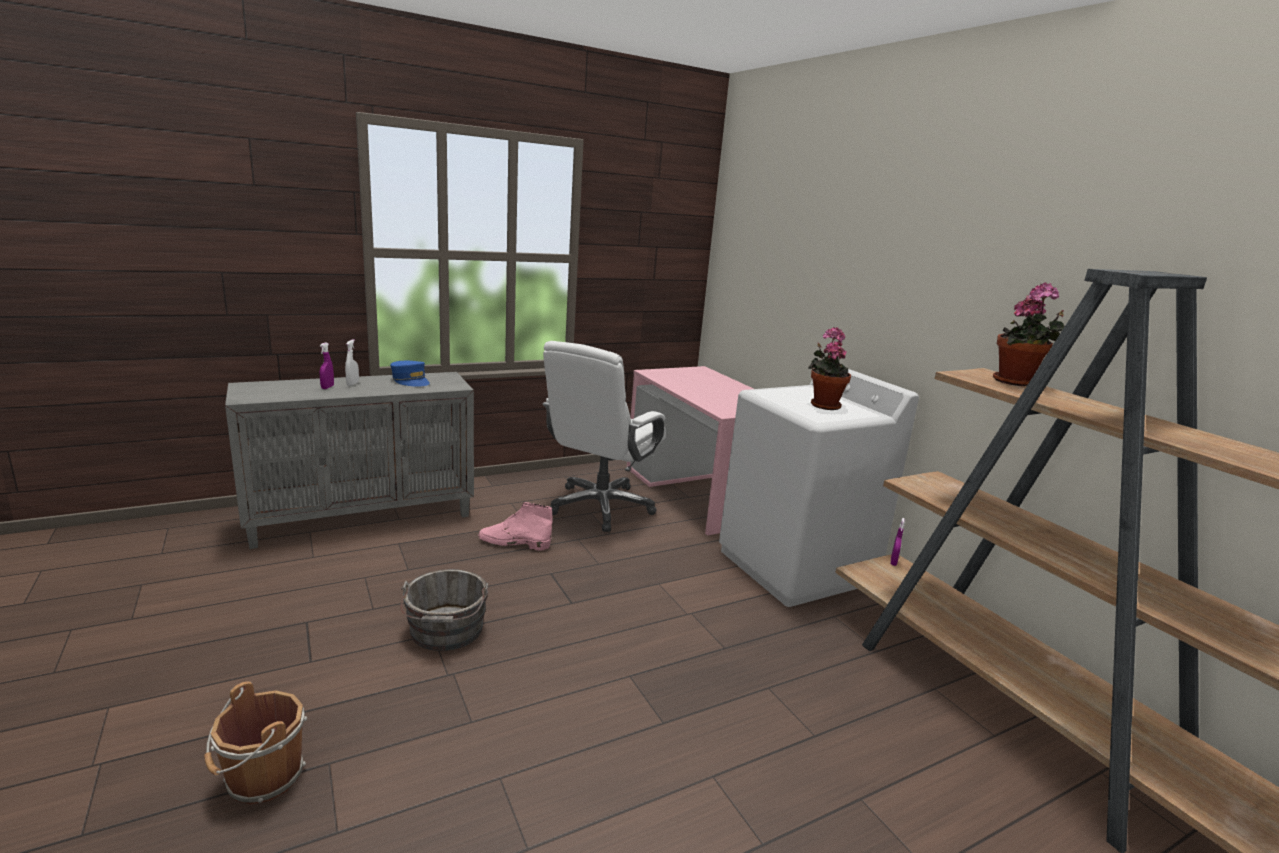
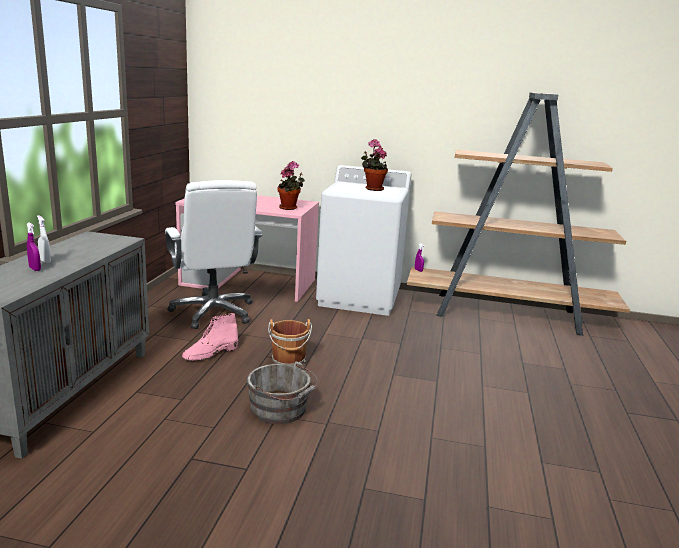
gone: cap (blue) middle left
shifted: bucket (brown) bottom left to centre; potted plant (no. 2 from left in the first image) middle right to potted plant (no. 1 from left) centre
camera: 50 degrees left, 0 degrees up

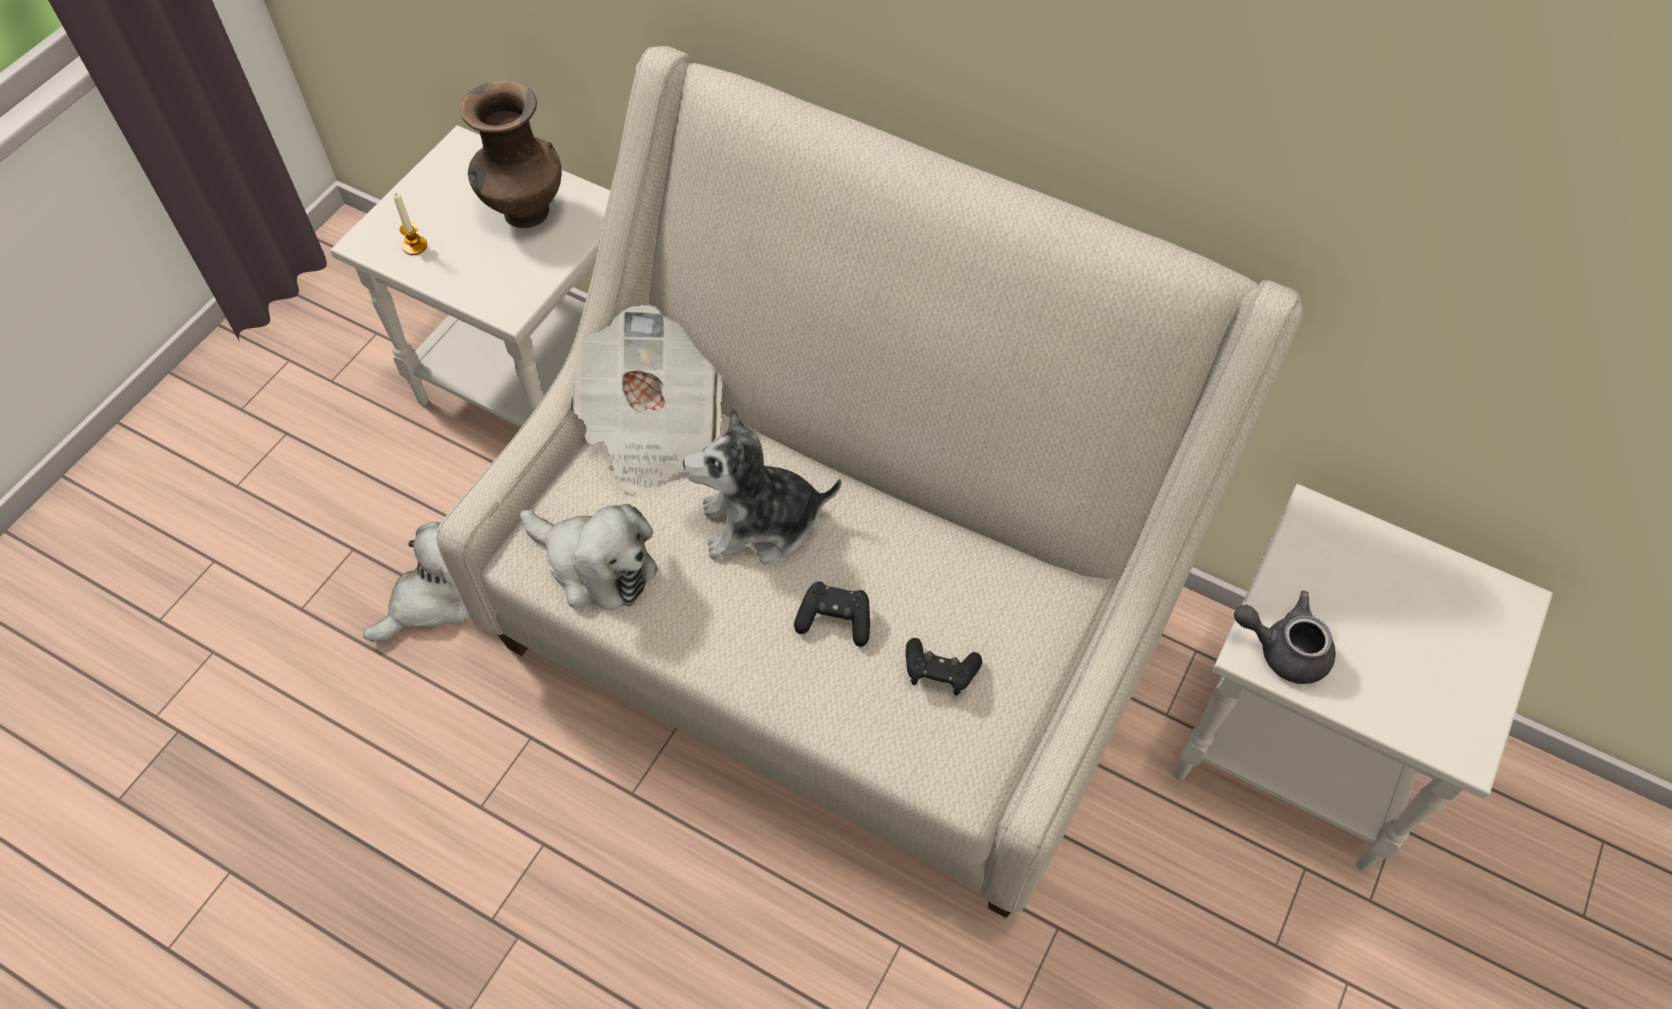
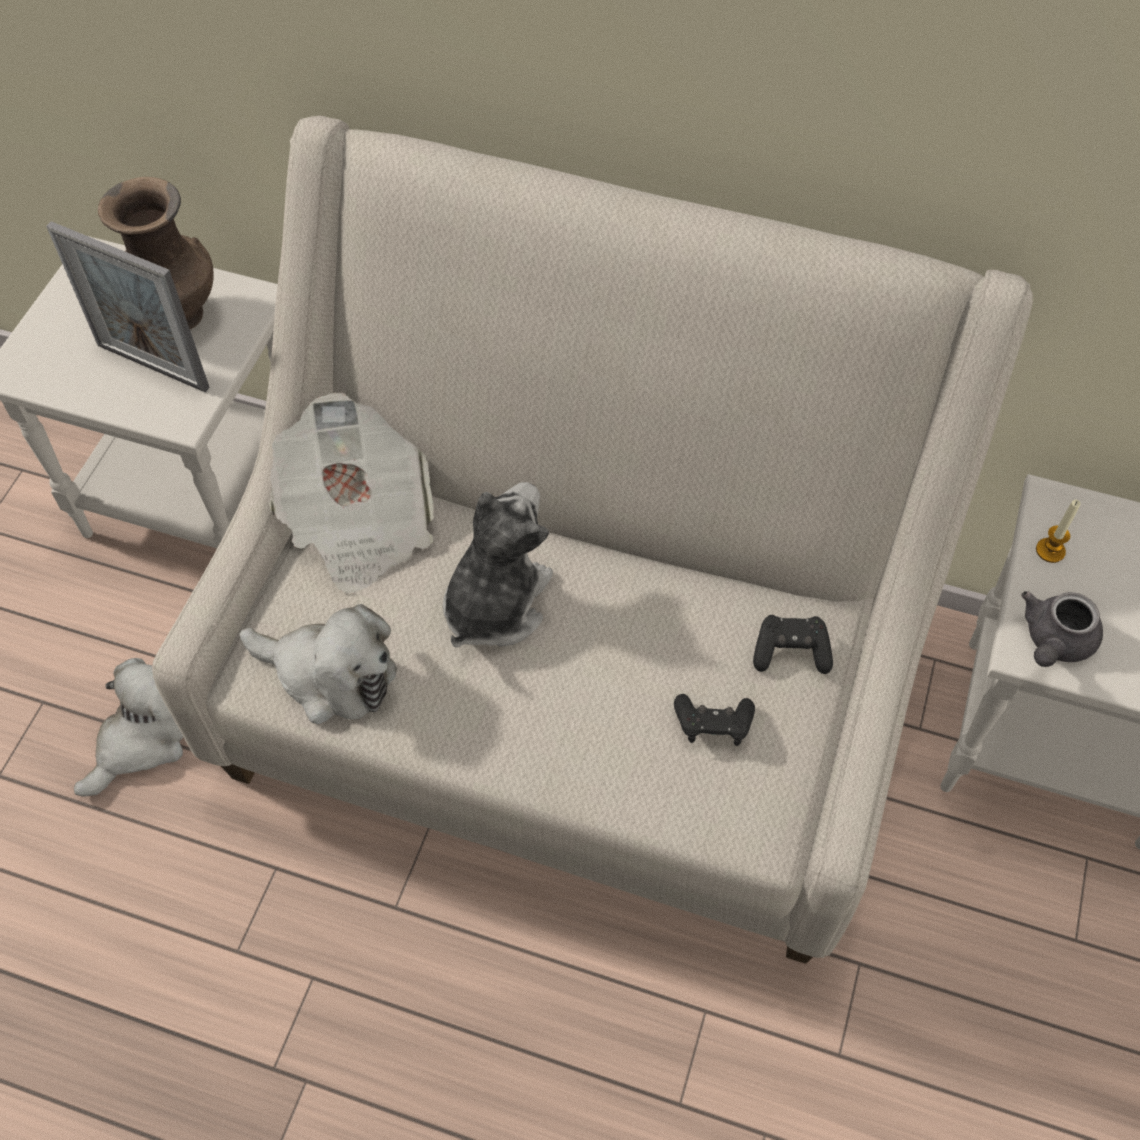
new: picture frame top left
shifted: game controller (black) (no. 1 from left in the first image) centre to game controller (black) (no. 2 from left) middle right; candle top left to middle right
rotated: plush toy (no. 3 from left) centre = centre 135 degrees clockwise; teapot (grey) middle right = middle right 60 degrees counterclockwise
camera: 10 degrees left, 0 degrees up

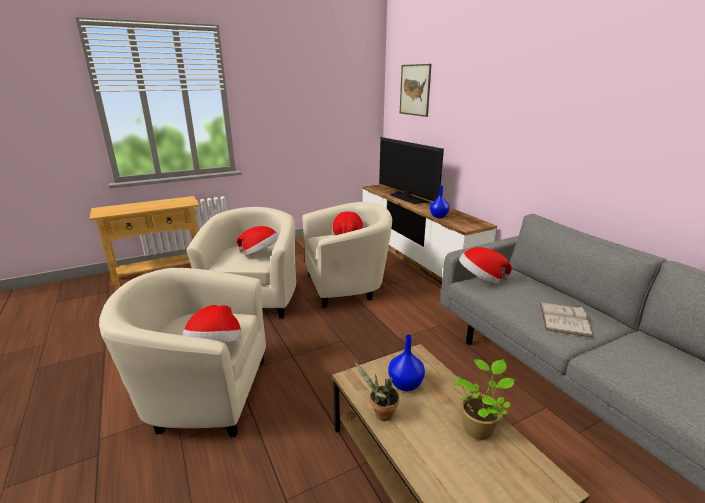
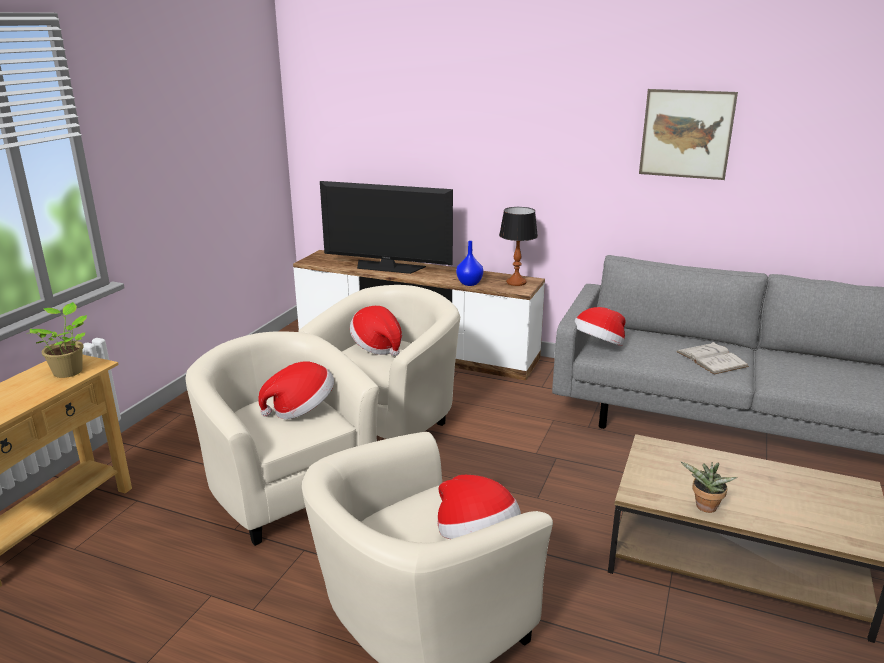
gone: vase (blue) (no. 1 from left) bottom centre
new: table lamp centre
shifted: potted plant (no. 2 from left in the first image) bottom right to potted plant (no. 1 from left) middle left; picture top centre to top right
camera: 40 degrees left, 0 degrees up

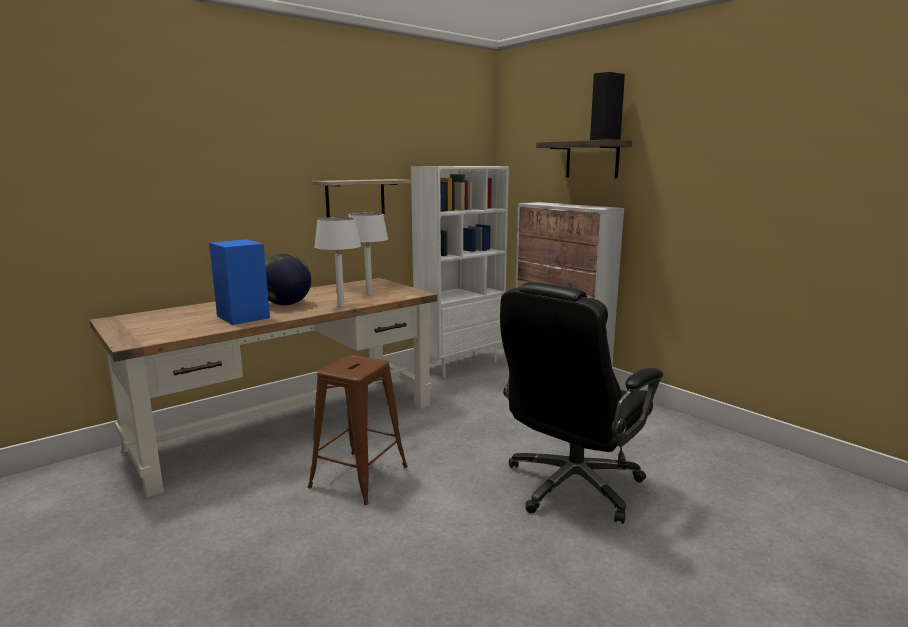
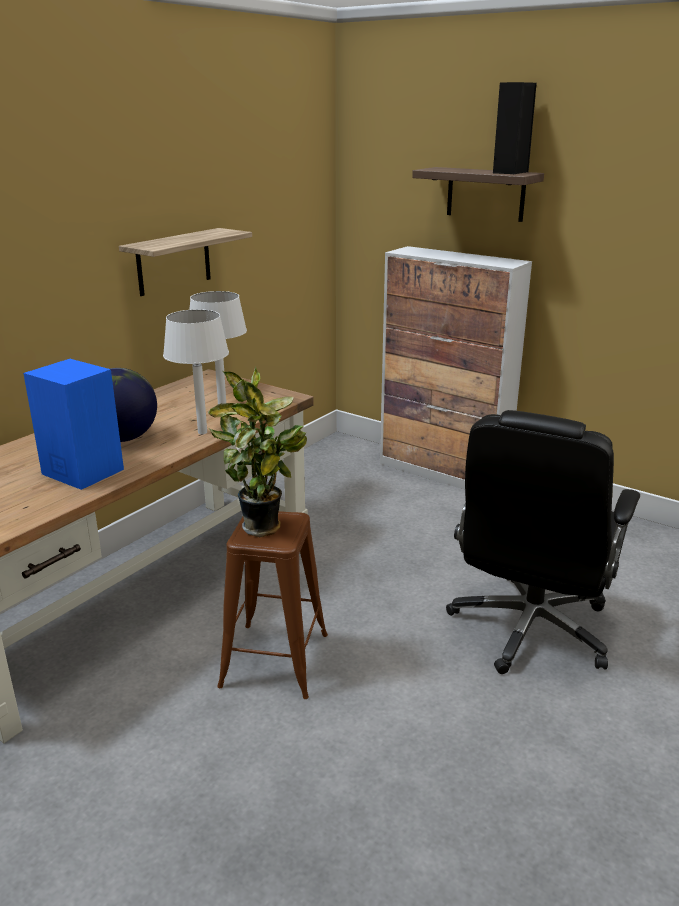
gone: bookcase (white) centre
new: potted plant centre
camera: 15 degrees left, 10 degrees up

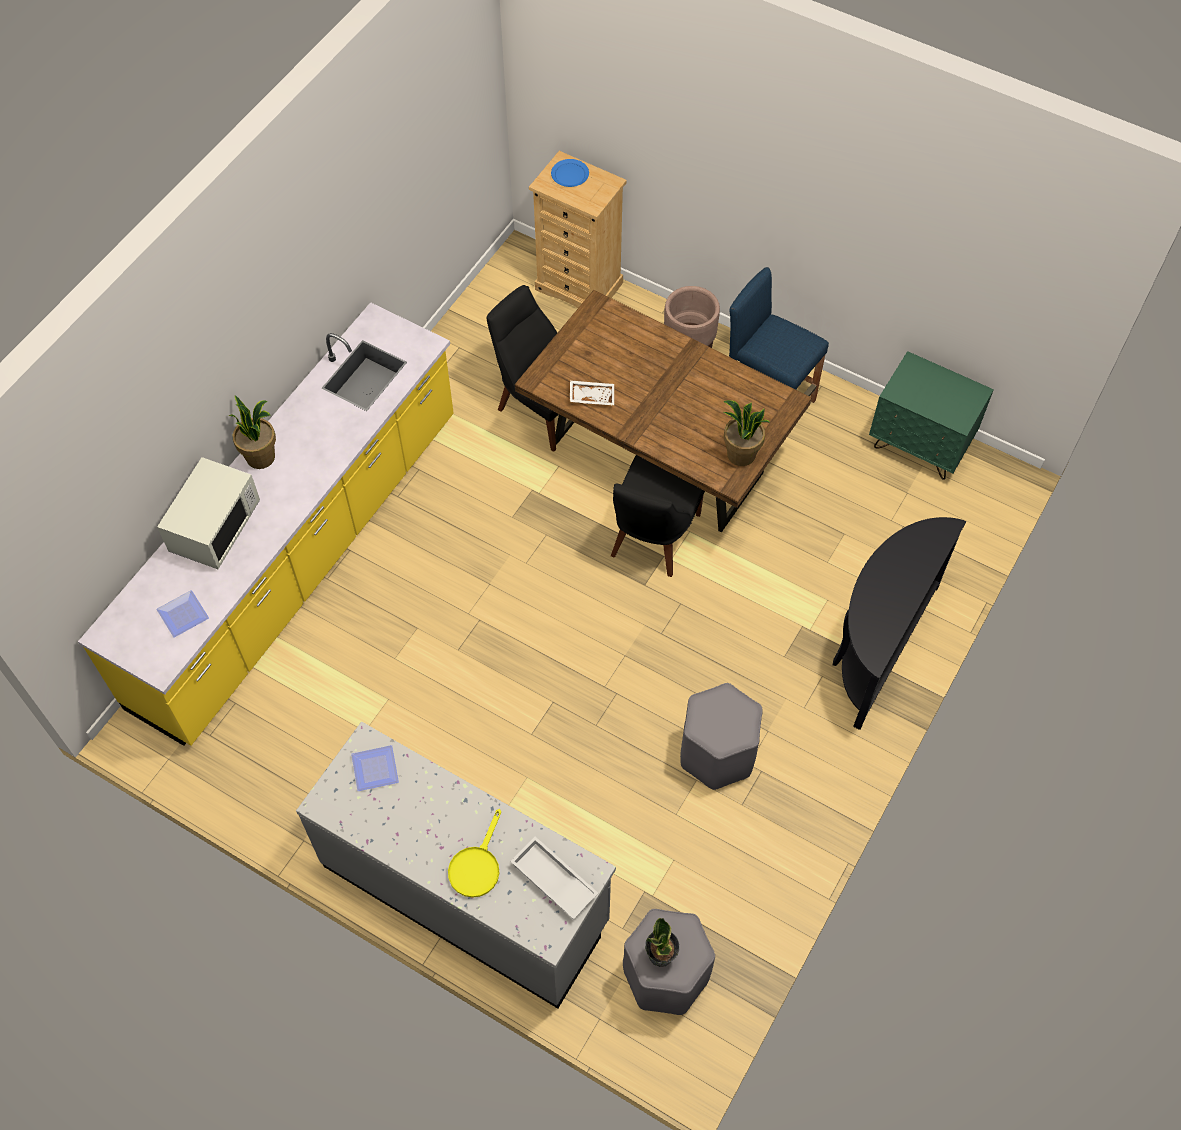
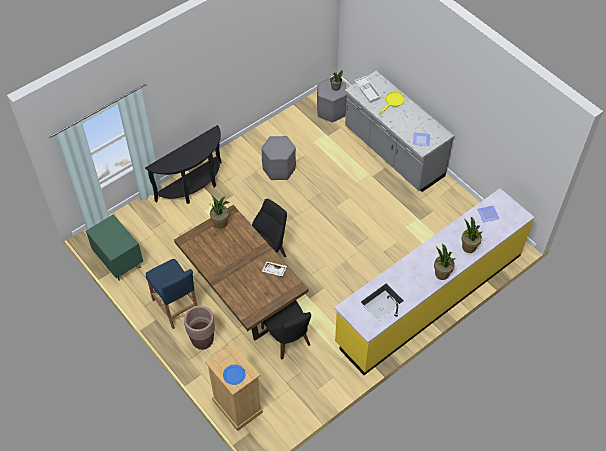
swapped: microwave (white) middle left to potted plant (no. 4 from left) middle right
camera: 160 degrees left, 5 degrees down

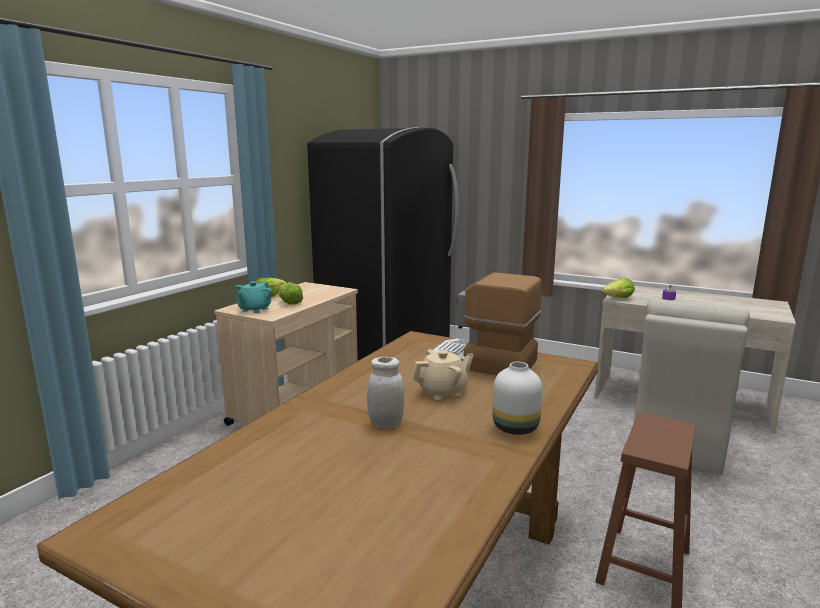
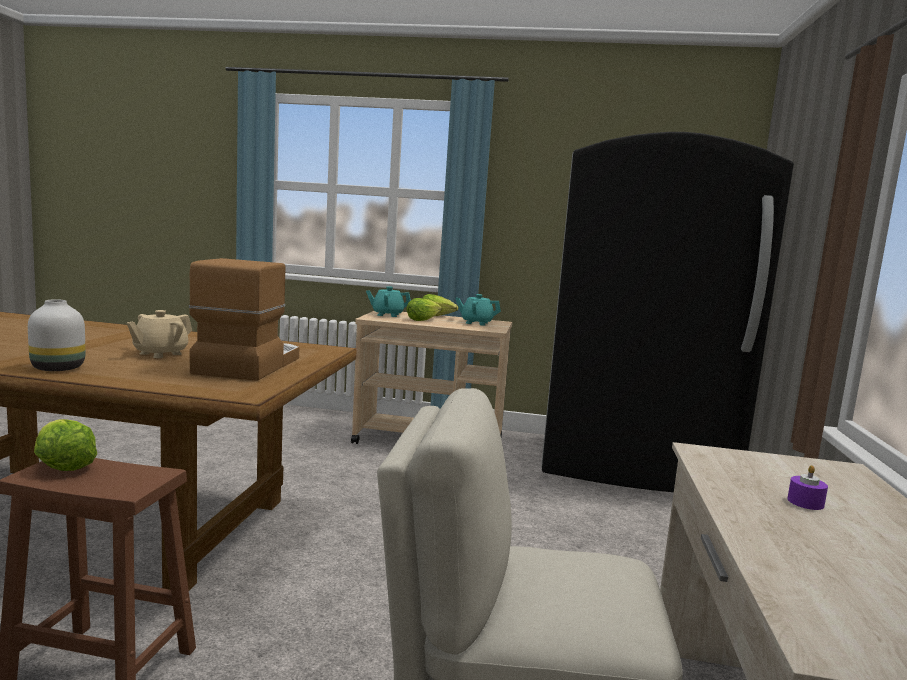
gone: jar (white) centre
new: teapot (turquoise) (no. 2 from left) centre
shifted: lettuce (no. 3 from left in the first image) middle right to lettuce (no. 1 from left) middle left
rotated: teapot (beige) centre = middle left 75 degrees clockwise
camera: 70 degrees right, 5 degrees down

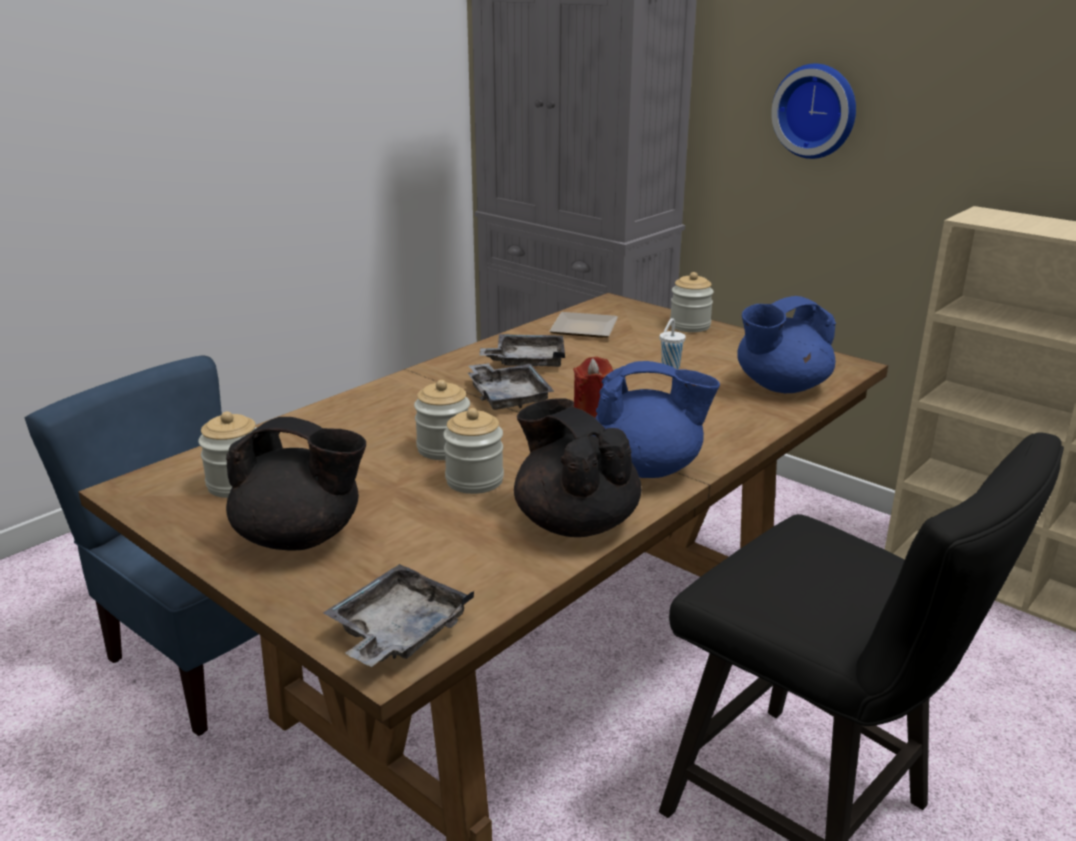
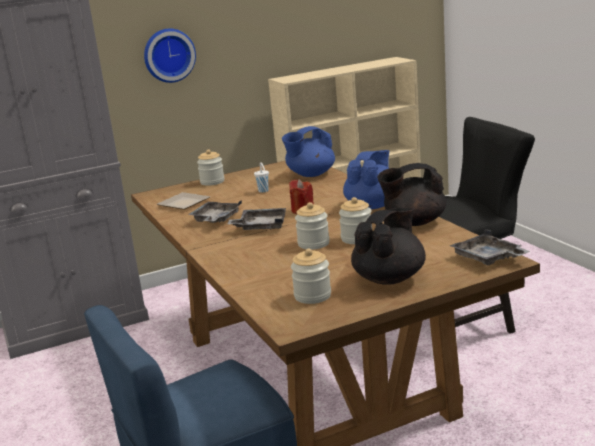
rotated: teapot (blue) (no. 2 from left in the first image) middle right = centre 60 degrees clockwise
camera: 65 degrees left, 5 degrees down

